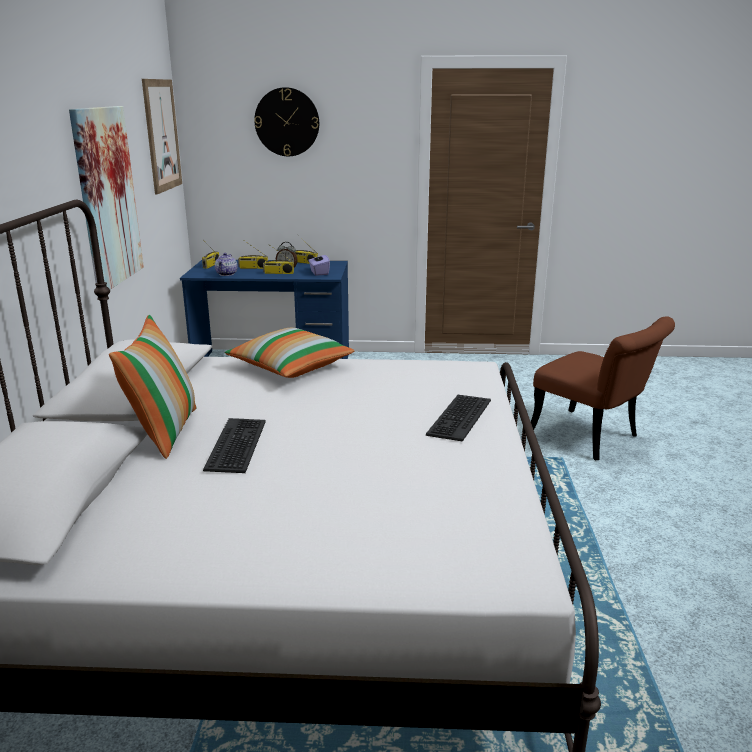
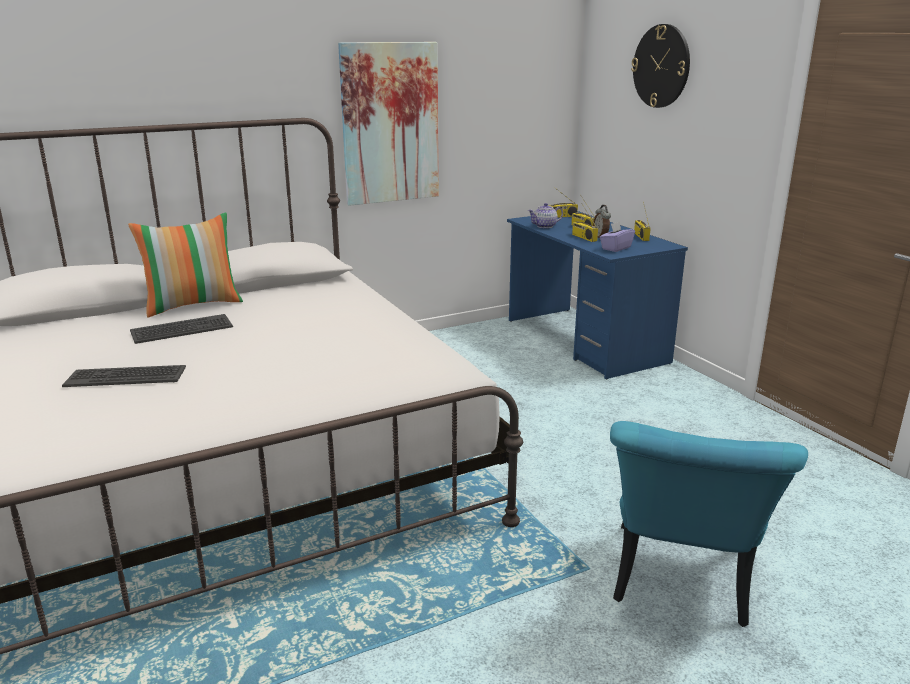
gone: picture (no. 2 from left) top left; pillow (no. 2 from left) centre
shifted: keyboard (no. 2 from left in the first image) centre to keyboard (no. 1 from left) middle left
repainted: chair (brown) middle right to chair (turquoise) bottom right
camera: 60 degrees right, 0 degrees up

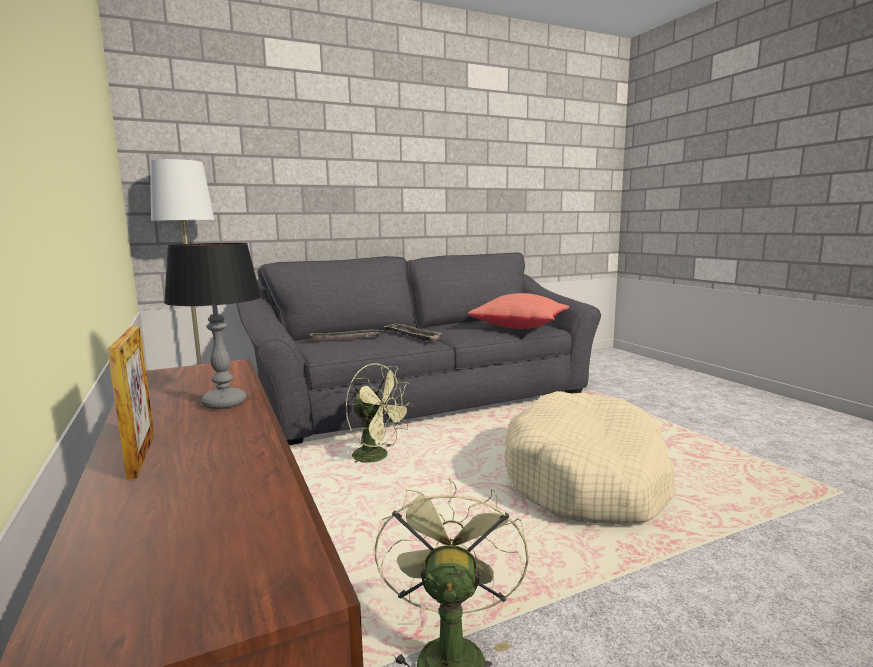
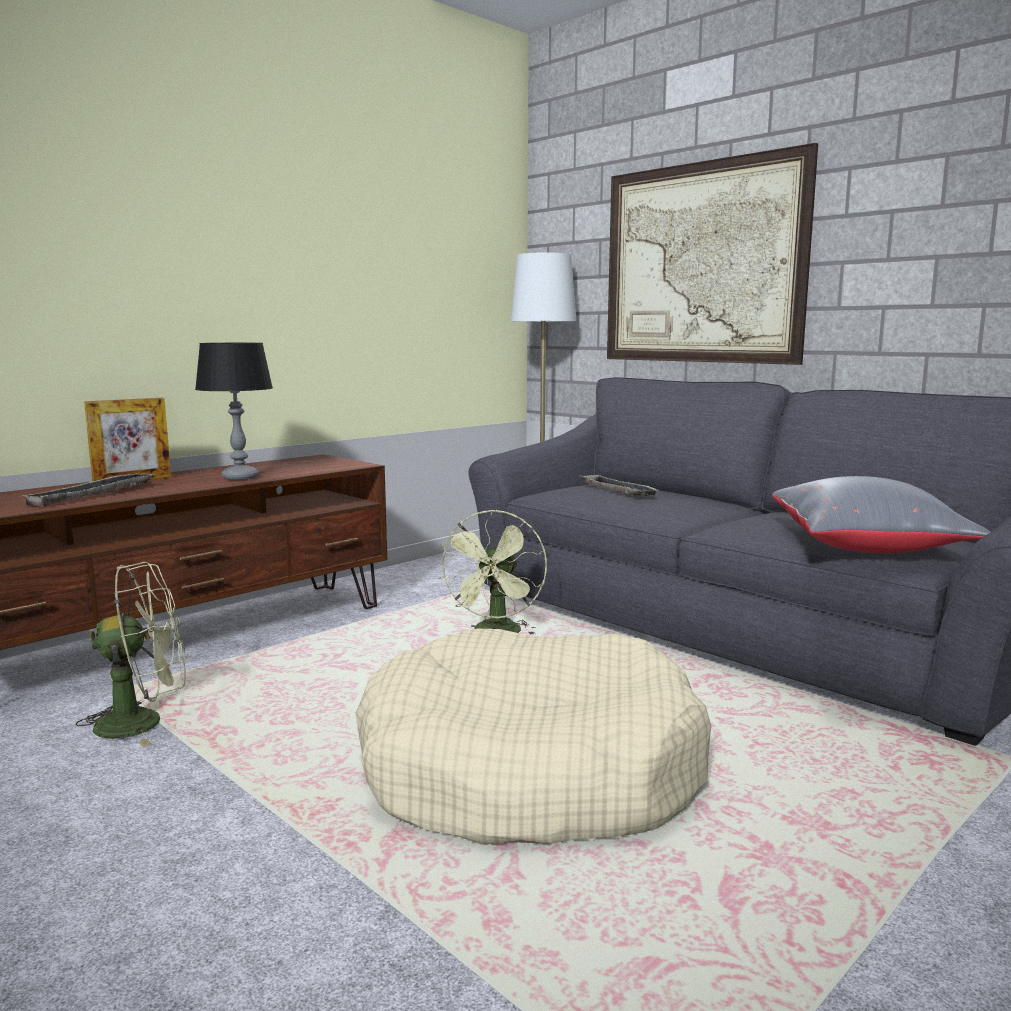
new: picture top right
shifted: tray (no. 2 from left in the first image) centre to tray (no. 1 from left) middle left
repainted: pillow (red) centre to pillow (grey) middle right
camera: 70 degrees right, 0 degrees up

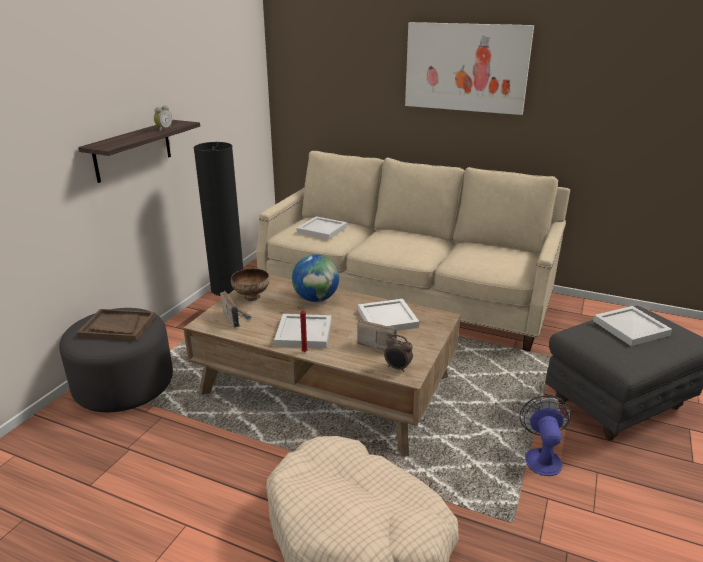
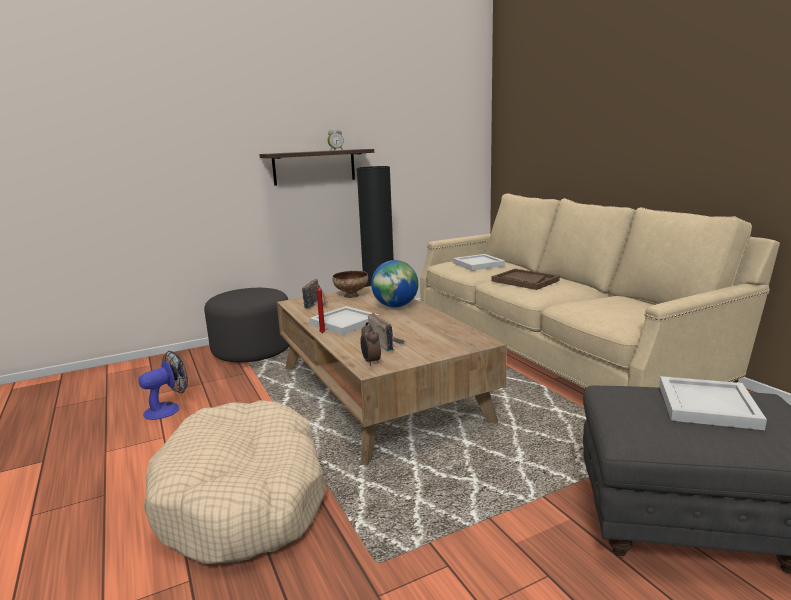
gone: tray (white) (no. 3 from left) centre; picture top right
shifted: fan bottom right to middle left; tray (brown) middle left to centre
camera: 40 degrees right, 10 degrees down

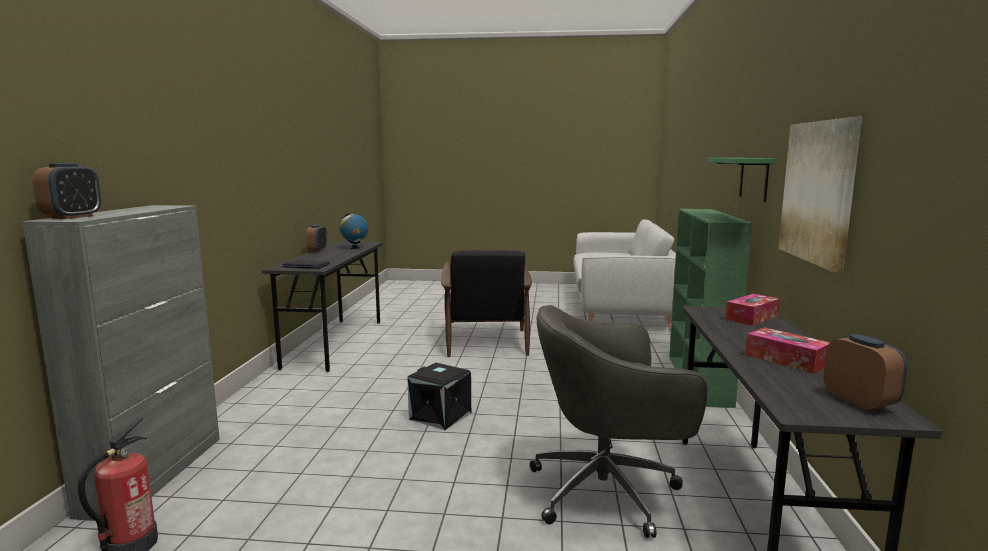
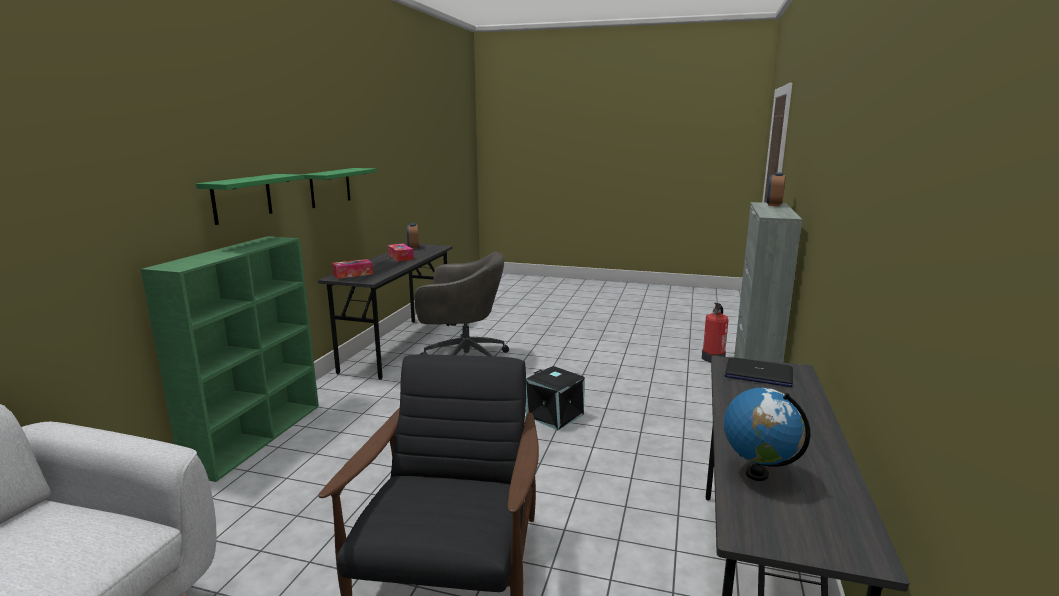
gone: alarm clock (no. 2 from left) middle left
swapped: picture middle right to shelf (green) (no. 2 from left) top left
camera: 170 degrees left, 5 degrees up

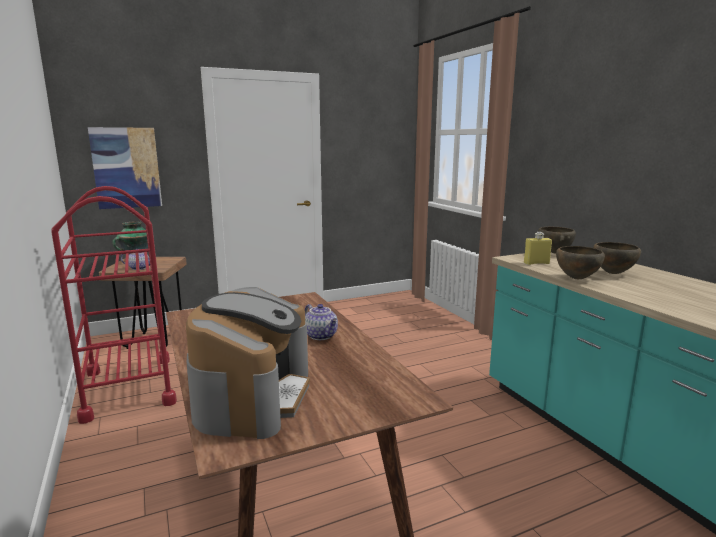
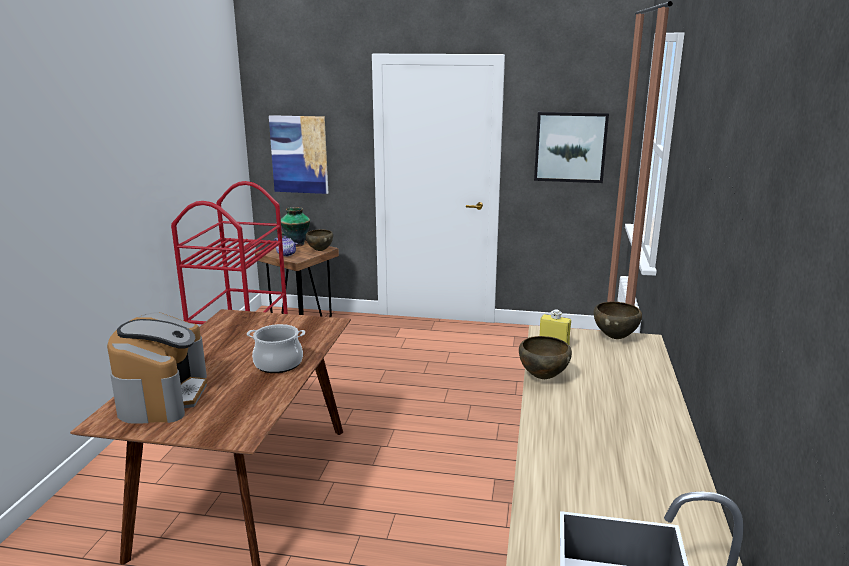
new: picture (no. 2 from left) top right
shifted: bowl (brown) (no. 3 from left in the first image) middle right to bowl (brown) (no. 1 from left) centre
swapped: teapot (no. 2 from left) centre to cooking pot middle left
rotated: coffee machine bottom centre = middle left 45 degrees counterclockwise
camera: 35 degrees right, 5 degrees up

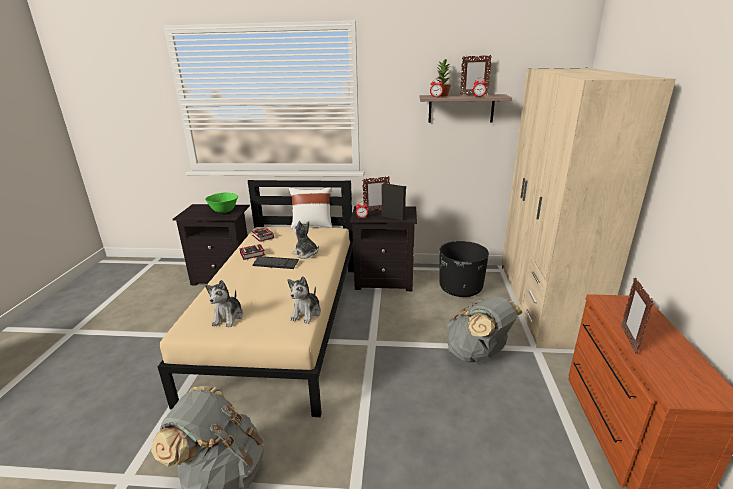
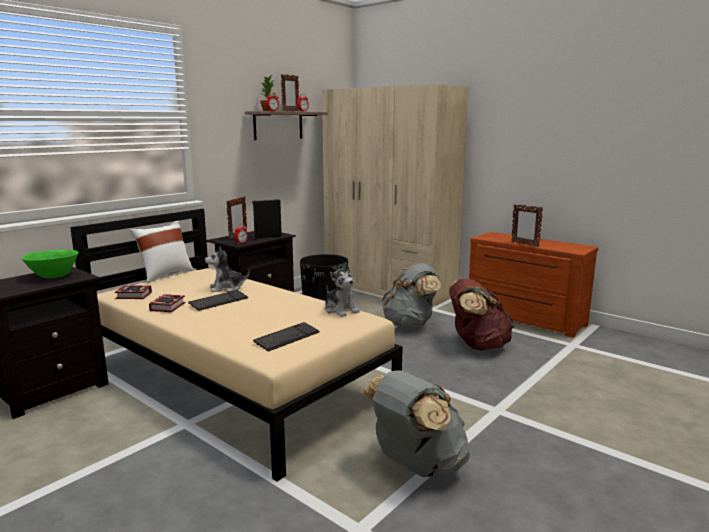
new: backpack (brown) middle right
swapped: plush toy (no. 1 from left) middle left to keyboard (no. 2 from left) centre
camera: 55 degrees left, 10 degrees down

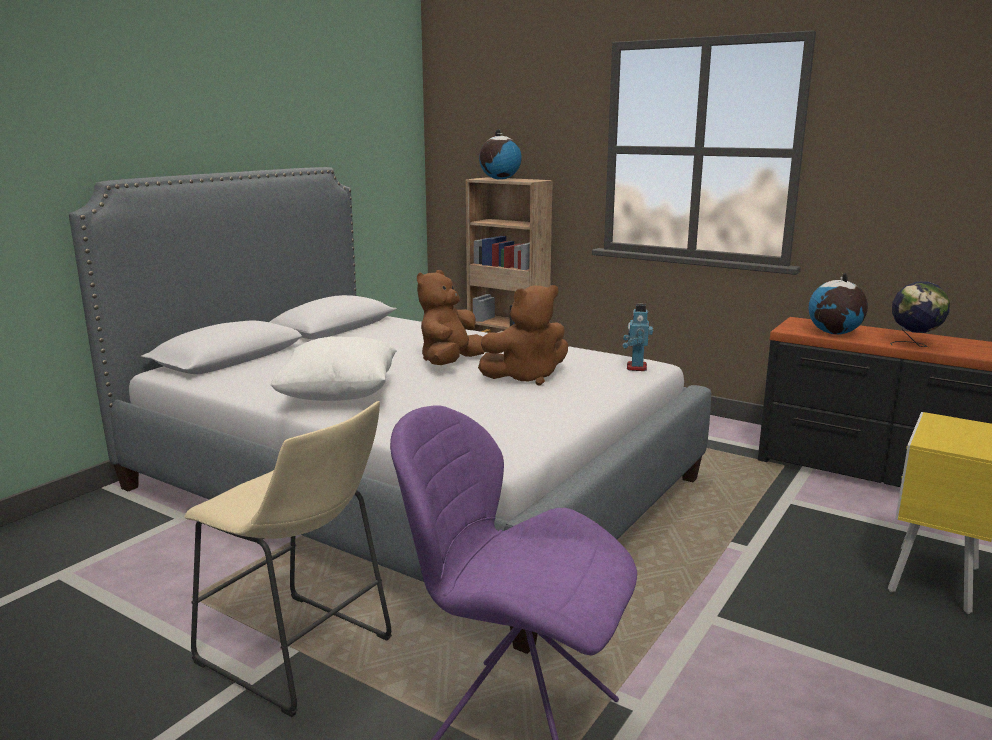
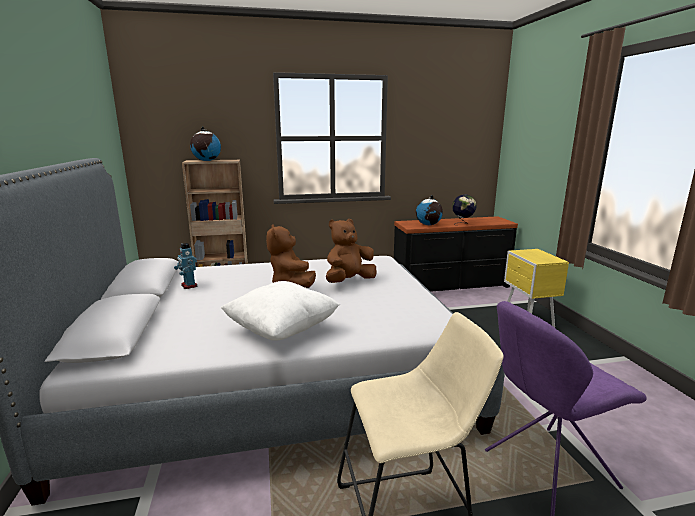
shifted: toy robot centre to middle left
rotated: plush toy (brown) (no. 2 from left) centre = centre 150 degrees counterclockwise
camera: 45 degrees left, 0 degrees up

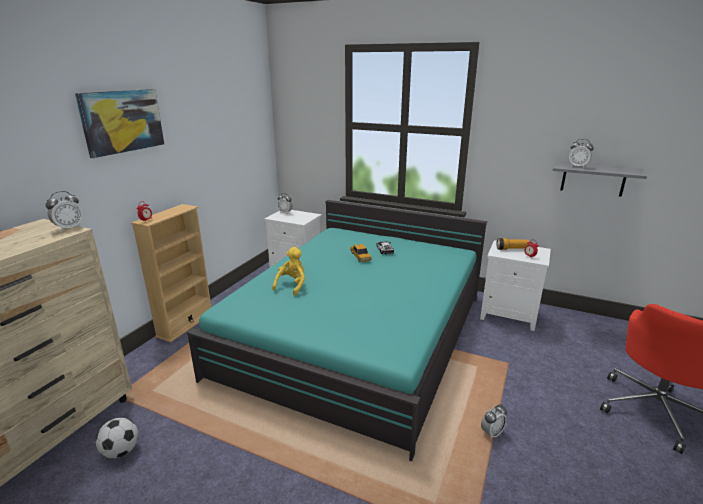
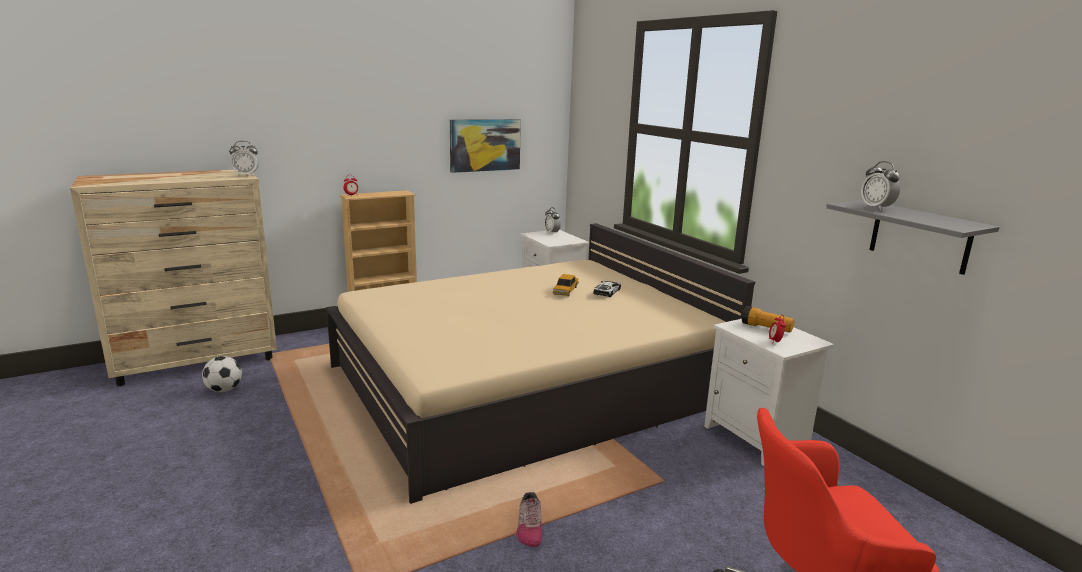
gone: plush toy (yellow) centre
shifted: picture top left to top centre
swapped: alarm clock (no. 4 from left) bottom right to shoe bottom centre
repainted: bed (turquoise) centre to bed (beige) centre
camera: 35 degrees right, 5 degrees down

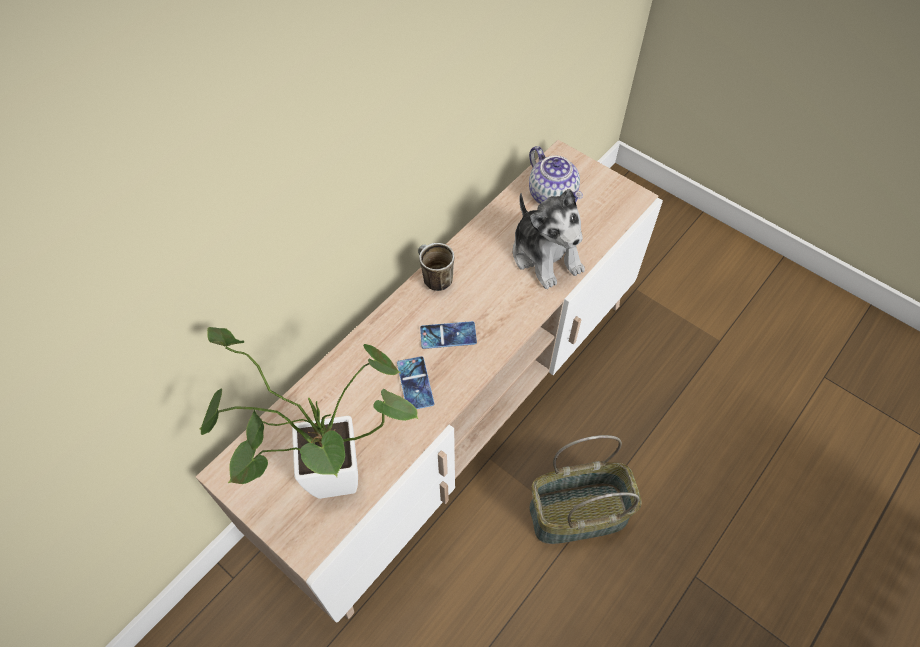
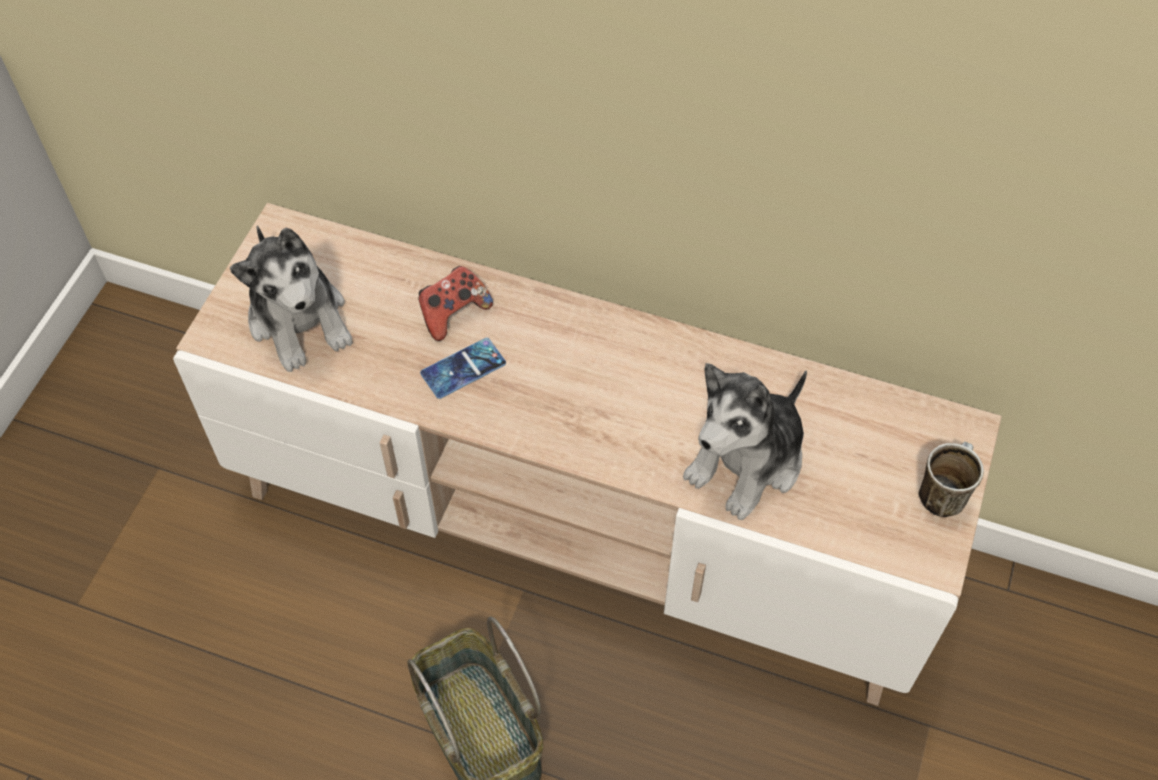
gone: phone (no. 2 from left) centre; teapot top centre
new: game controller centre
shifted: mug centre to middle right
swapped: potted plant centre to plush toy (no. 1 from left) middle left
camera: 70 degrees right, 0 degrees up

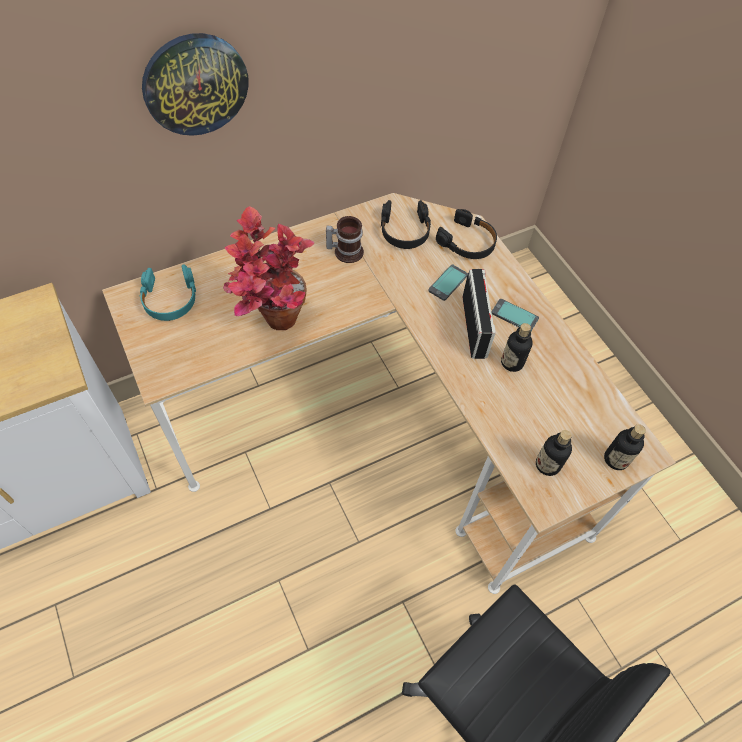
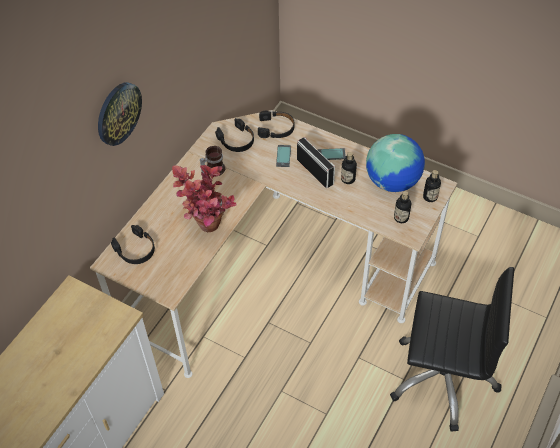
new: globe middle right
repainted: headphones (turquoise) middle left to headphones (black) (no. 1 from left) middle left
camera: 30 degrees left, 5 degrees down

